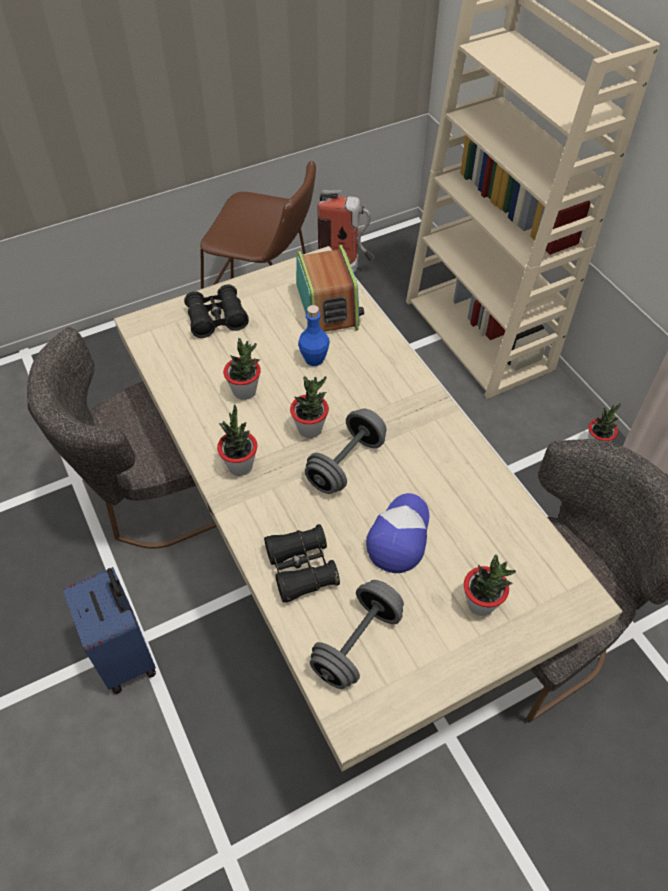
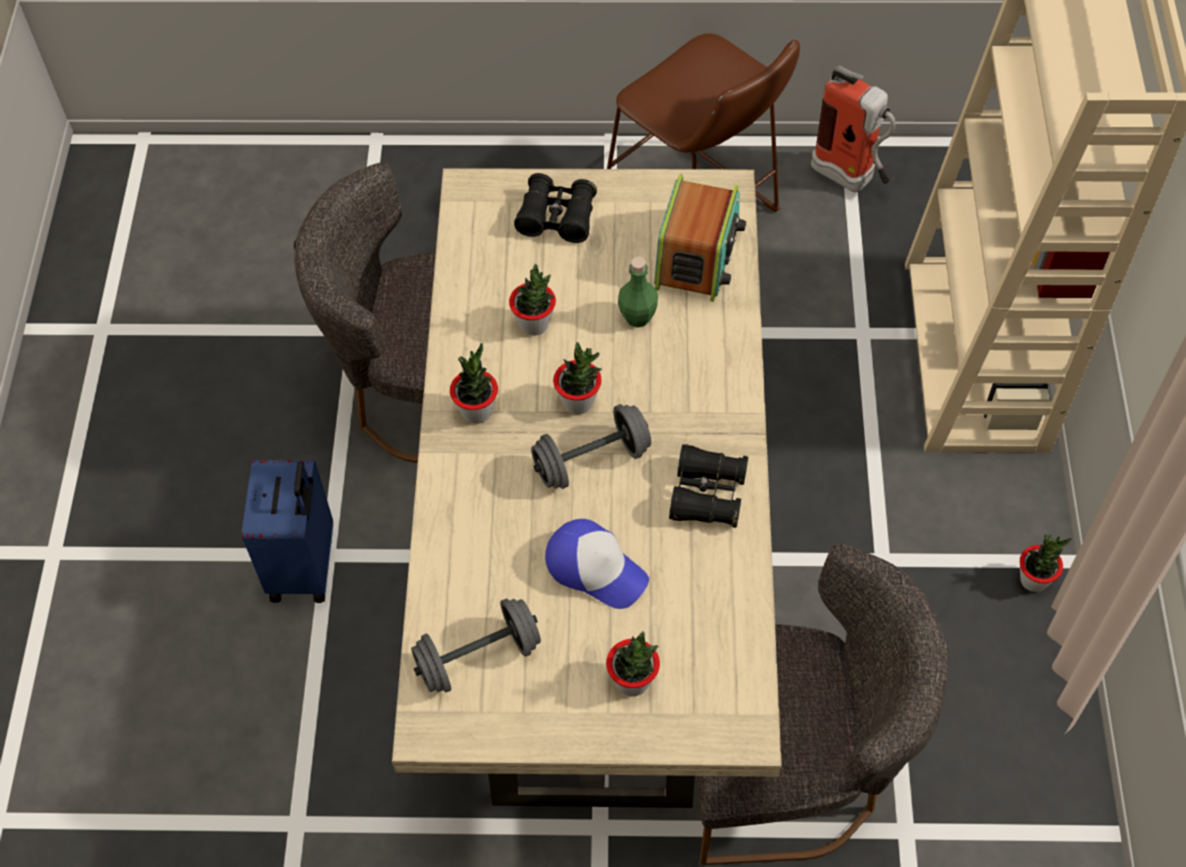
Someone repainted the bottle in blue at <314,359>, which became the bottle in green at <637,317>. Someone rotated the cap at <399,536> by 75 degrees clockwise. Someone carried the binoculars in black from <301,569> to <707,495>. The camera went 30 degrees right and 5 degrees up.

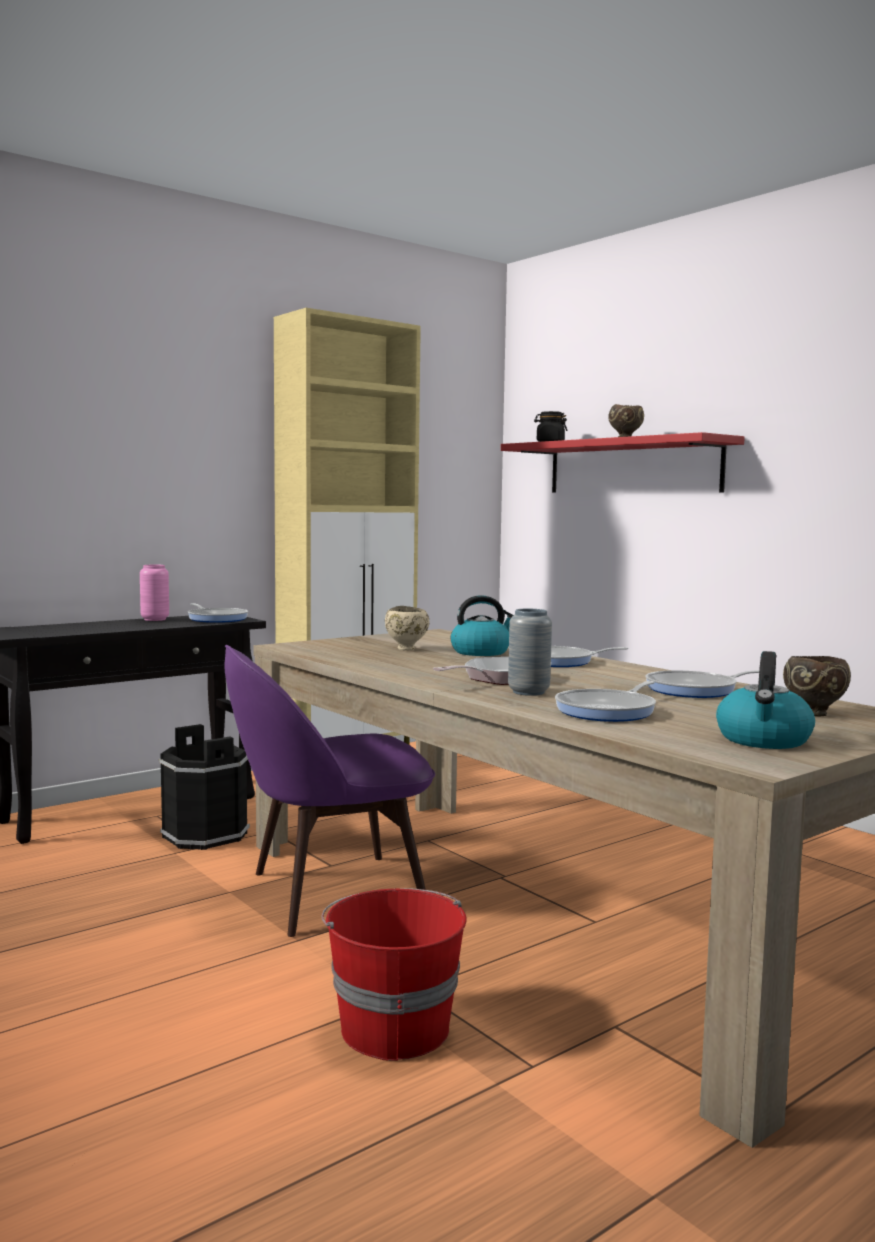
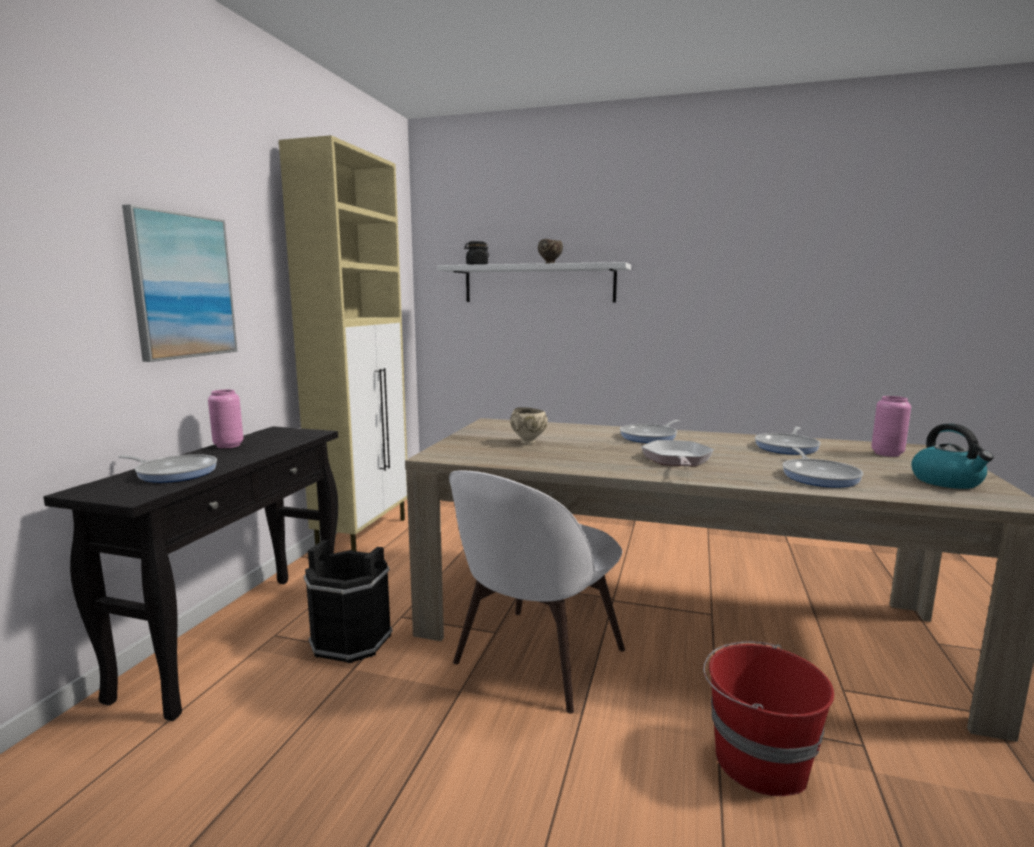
Someone repainted the shelf in red at <632,467>, which became the shelf in white at <538,284>. Someone took away the kettle at <481,652>. Someone carried the frying pan from <216,619> to <174,472>. Someone took away the vase in grey at <528,692>. Someone repainted the chair in purple at <329,894>, which became the chair in white at <536,660>. Someone swapped the bowl in brown at <814,713> for the vase in pink at <887,454>. Someone put up the picture at <182,286>. The camera went 35 degrees left and 5 degrees up.

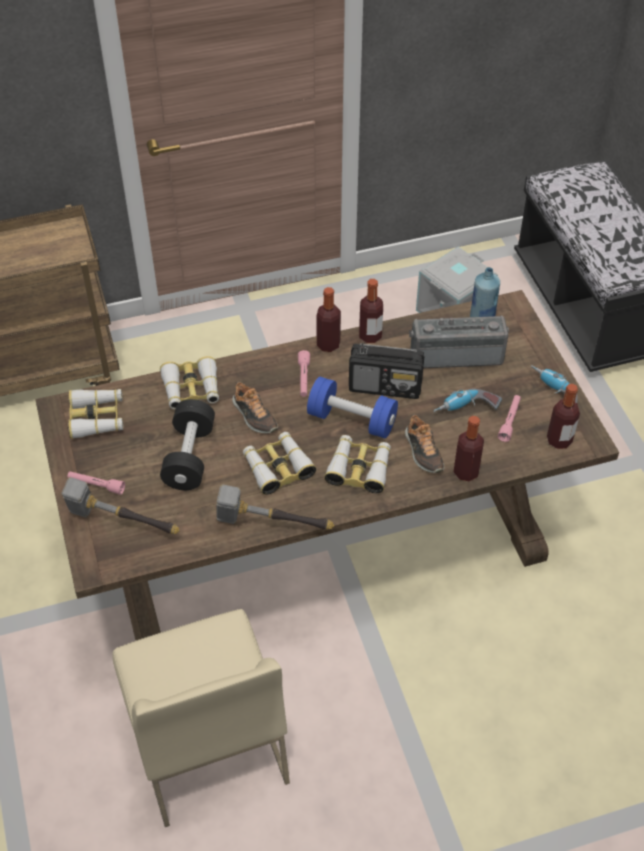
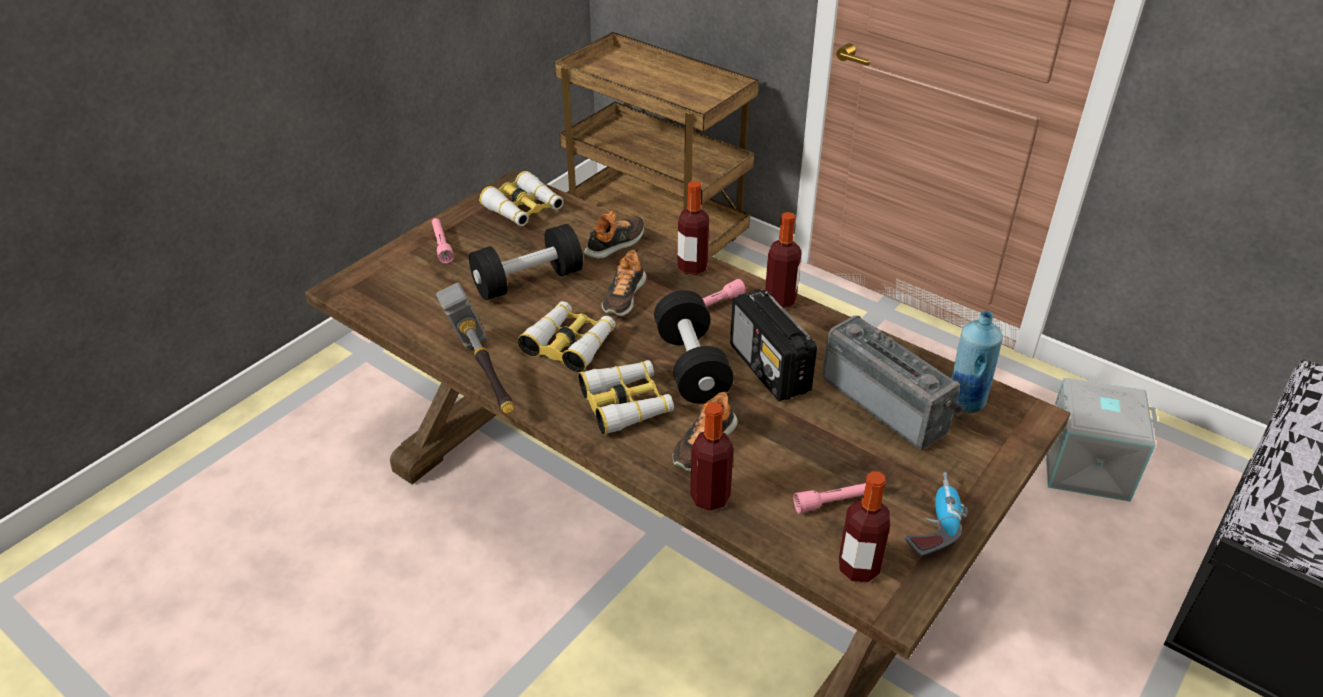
Someone carried the bottle from <370,336> to <692,267>. Someone swapped the binoculars at <191,389> for the shoe at <616,243>. Someone repainted the dumbbell in blue at <352,420>, which became the dumbbell in black at <691,366>. Someone took away the power drill at <466,409>. Someone took away the hammer at <120,524>. Someone took away the chair in beige at <206,742>. The camera went 55 degrees right and 10 degrees down.

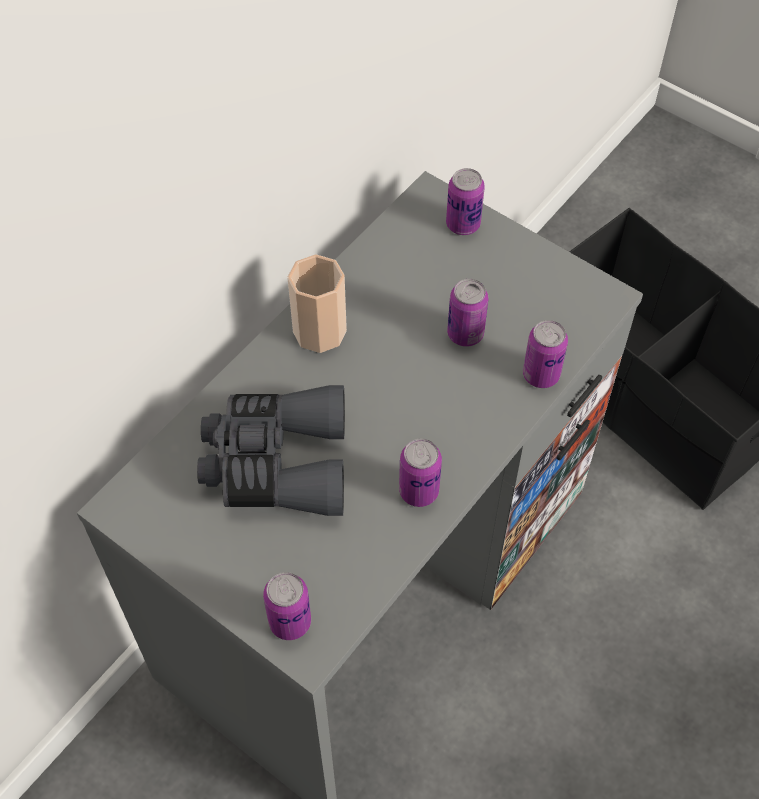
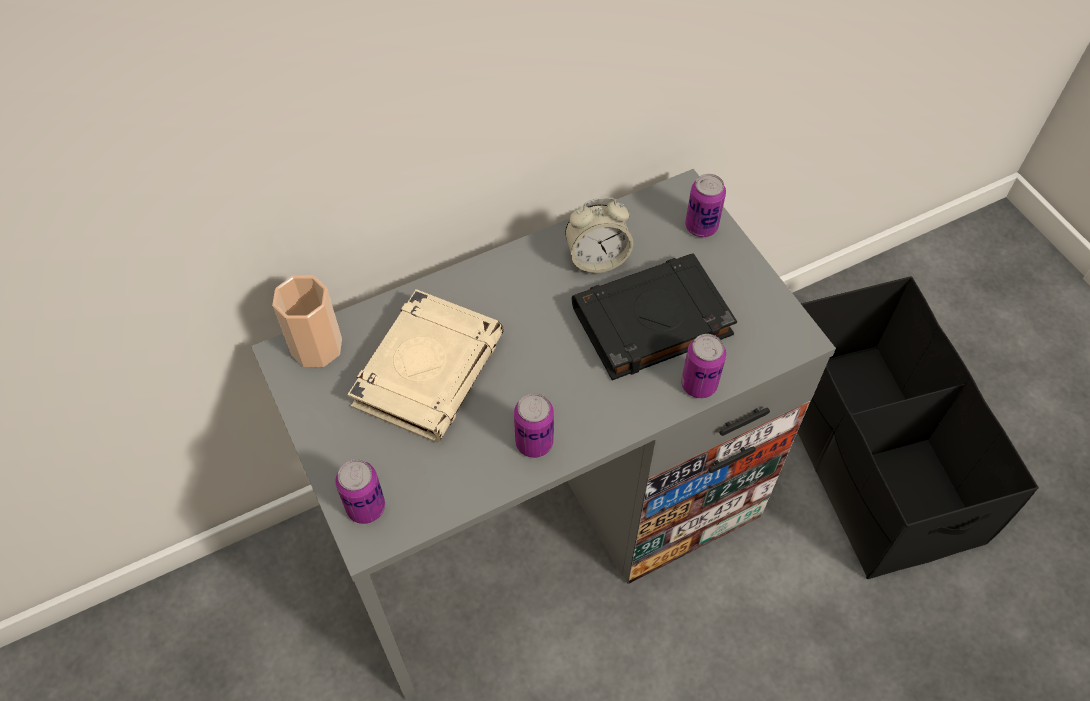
Someone carried the cup from <319,331> to <316,346>. Someone swapped the can at <465,334> for the book in black at <650,322>. Someone swapped the binoculars in grey at <276,463> for the book in beige at <428,369>. Someone put down the alarm clock at <597,259>. The camera went 25 degrees right and 0 degrees up.

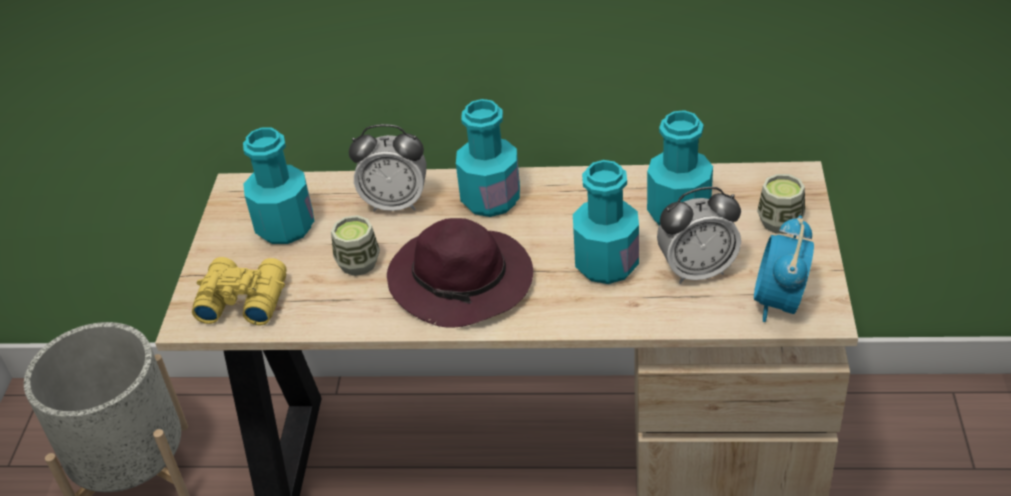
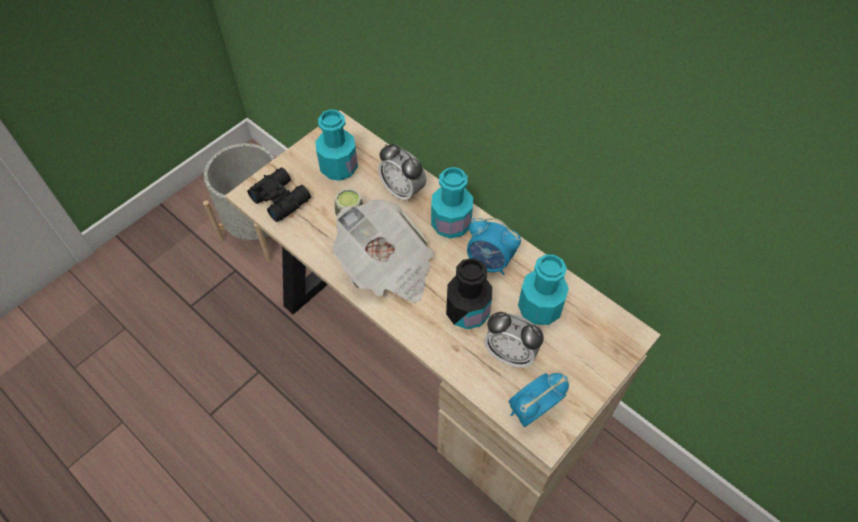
Someone repainted the bottle in turquoise at <606,264>, which became the bottle in black at <467,312>. Someone took away the cup at <780,222>. Someone swapped the hat in purple at <463,282> for the newspaper at <387,267>. Someone repainted the binoculars in yellow at <242,299>, which became the binoculars in black at <281,198>. Someone put down the alarm clock at <489,262>. The camera went 35 degrees right and 15 degrees up.

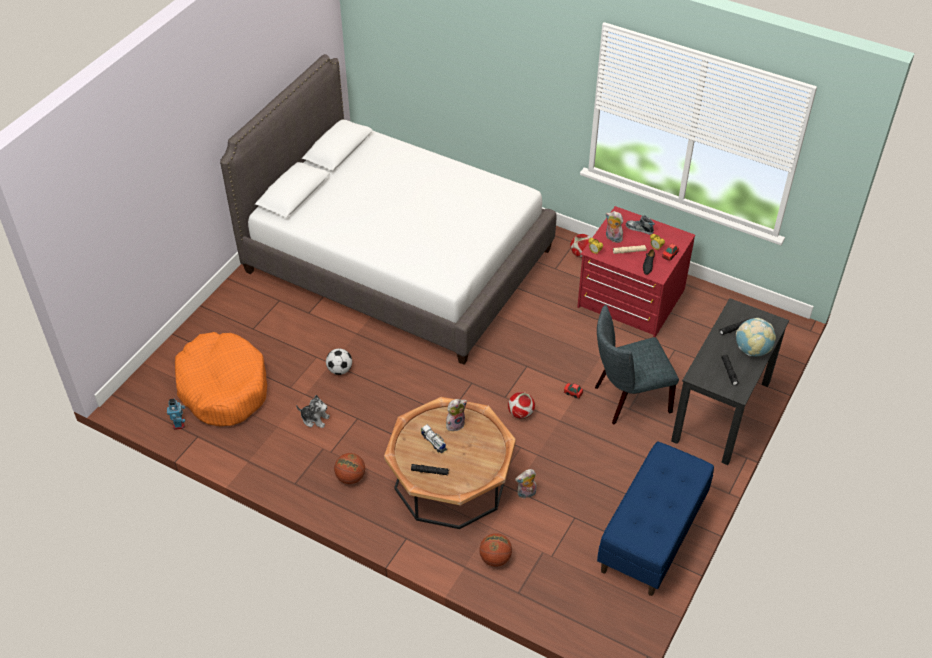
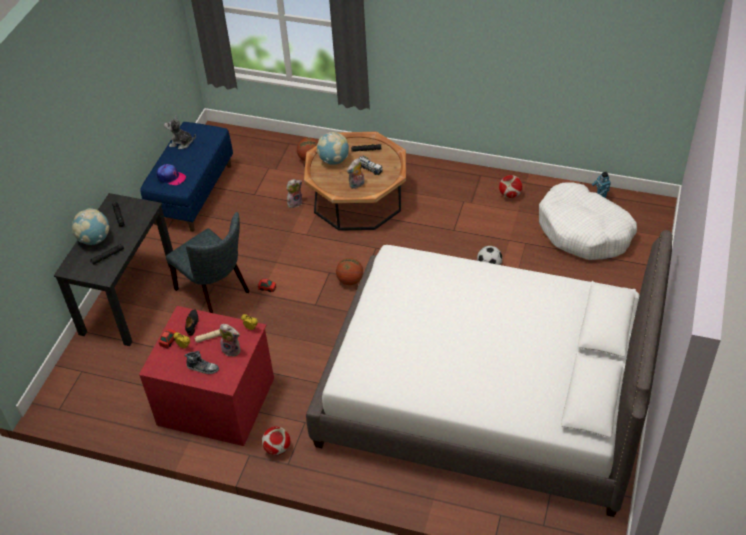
Someone rotated the chair in grey at <627,399> by 75 degrees clockwise. Someone repainted the dog bed in orange at <223,387>, which became the dog bed in white at <584,231>. Someone carried the football from <520,413> to <510,195>. Someone carried the plush toy from <315,418> to <181,143>. Someone carried the basketball from <350,477> to <350,280>. Someone put down the globe at <334,160>. Someone put down the cap at <171,177>. The camera went 170 degrees right and 0 degrees up.

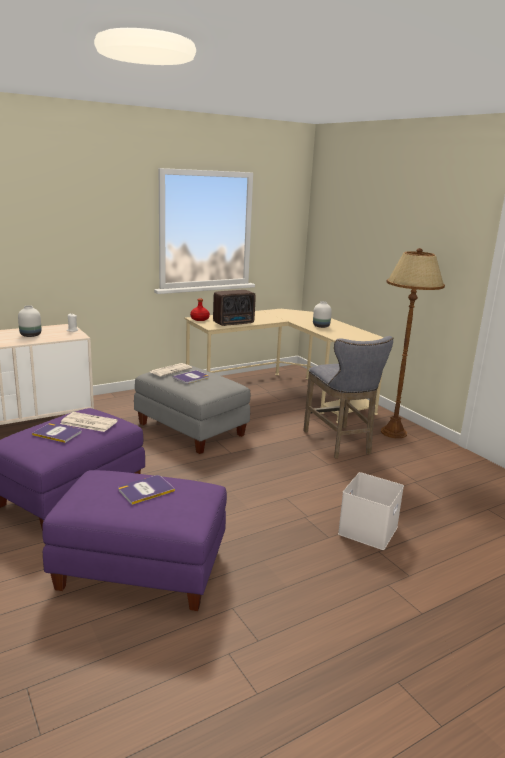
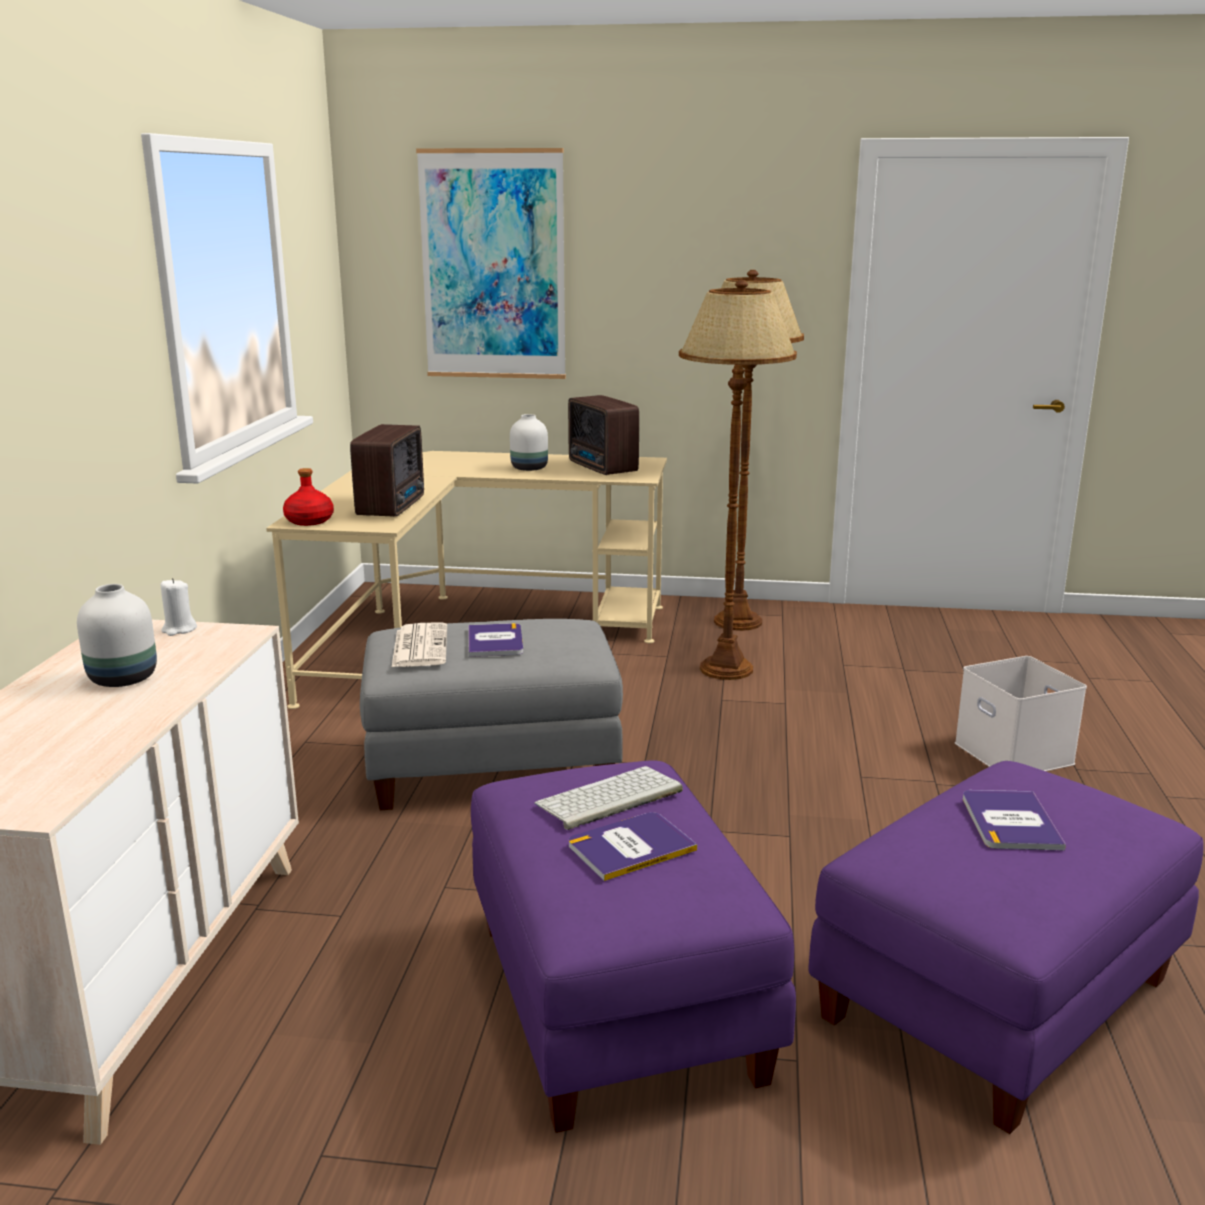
Someone swapped the stool in grey at <339,443> for the floor lamp in brown at <725,669>. Someone swapped the newspaper at <88,422> for the keyboard at <608,799>. Someone put up the picture at <493,266>. Someone put down the radio at <602,468>. The camera went 50 degrees left and 0 degrees up.

